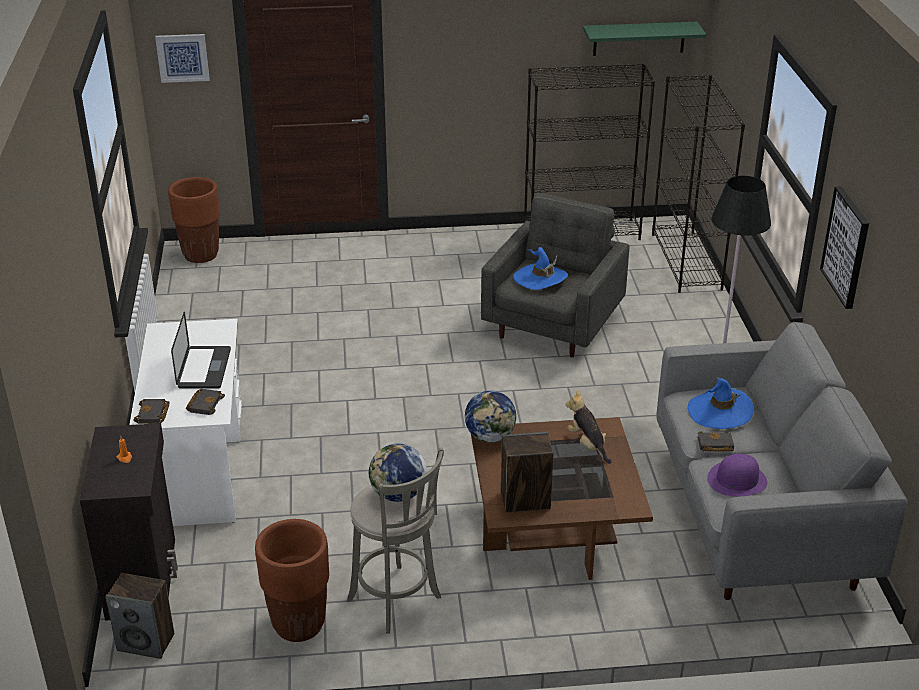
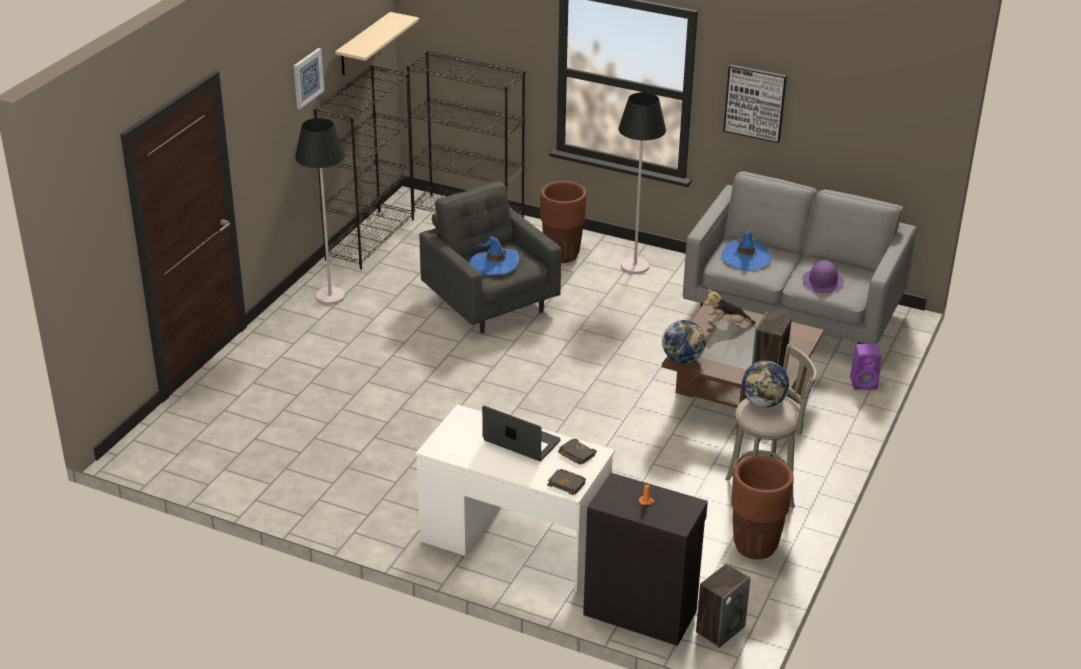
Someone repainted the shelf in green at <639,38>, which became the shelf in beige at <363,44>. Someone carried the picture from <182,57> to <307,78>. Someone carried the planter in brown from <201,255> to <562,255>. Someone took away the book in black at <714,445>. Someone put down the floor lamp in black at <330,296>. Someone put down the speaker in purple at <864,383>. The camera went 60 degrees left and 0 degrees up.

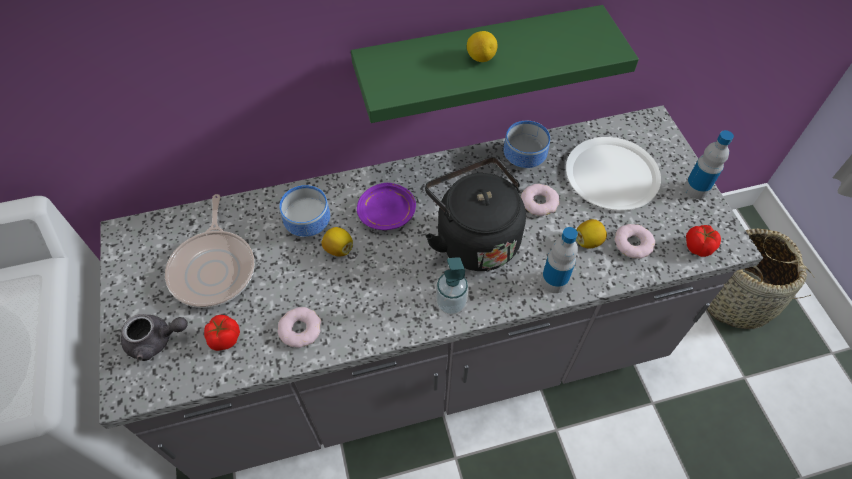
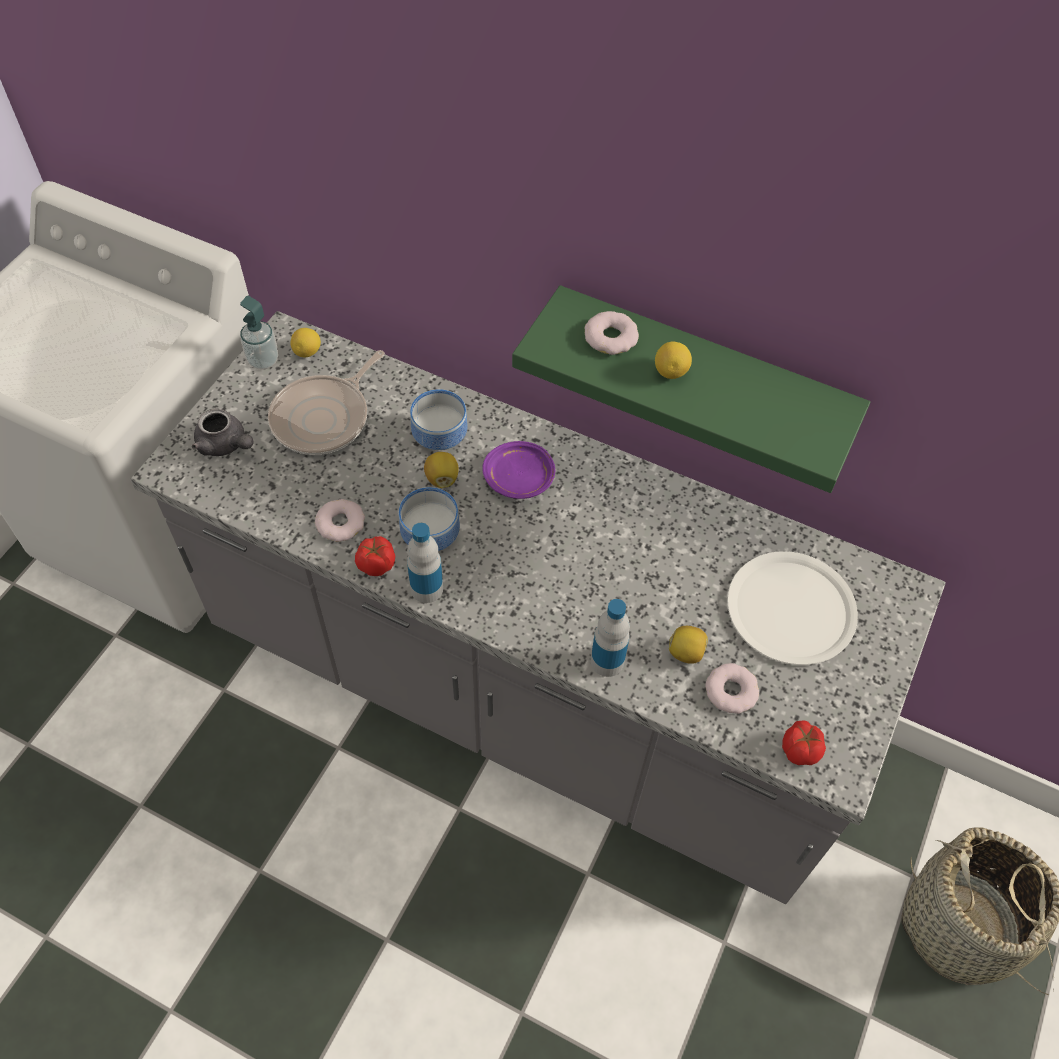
Someone carried the bowl from <525,156> to <433,534>. Someone carried the bottle from <696,189> to <427,588>. Someone took away the kettle in black at <474,238>. Someone carried the donut from <539,202> to <611,337>. Someone carried the soap dispenser from <451,303> to <263,360>. Someone carried the tomato from <224,339> to <375,564>. Someone put down the lemon at <307,352>. The camera went 40 degrees right and 0 degrees up.

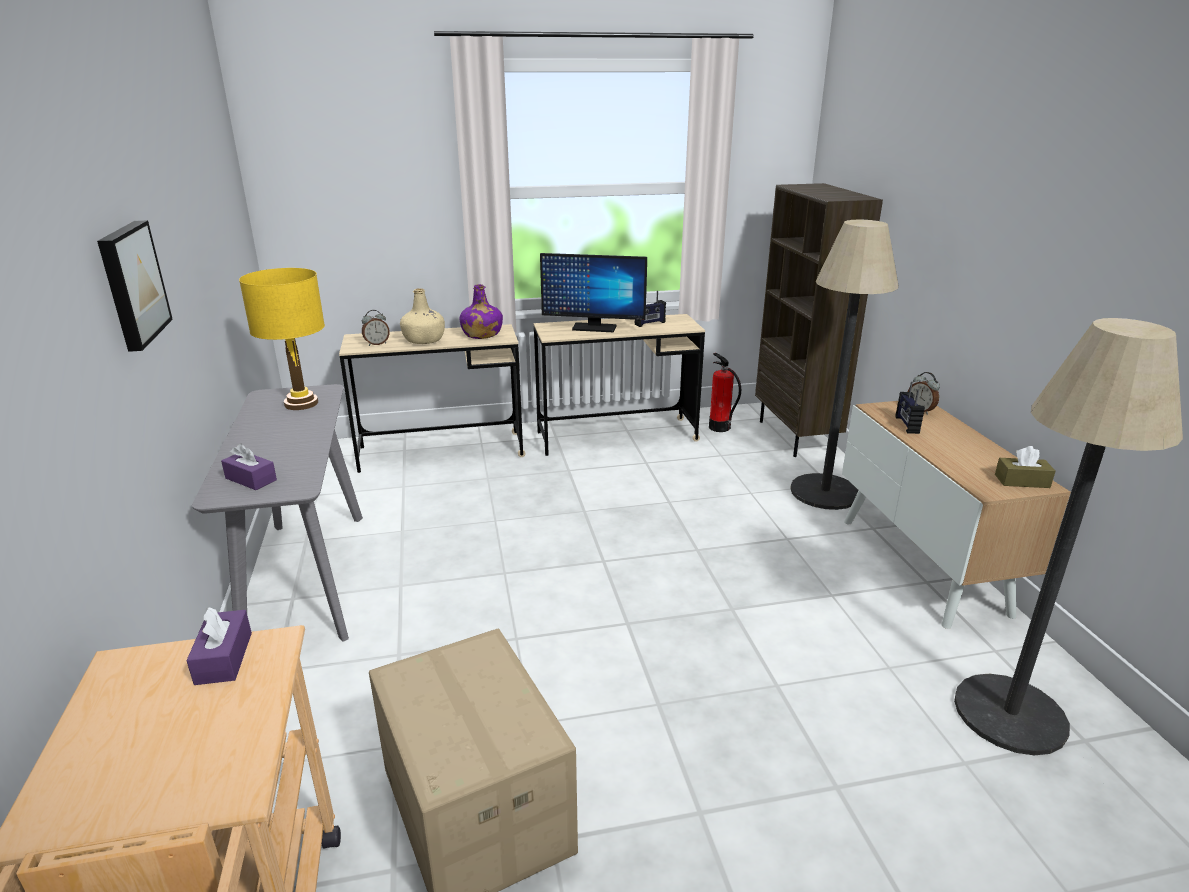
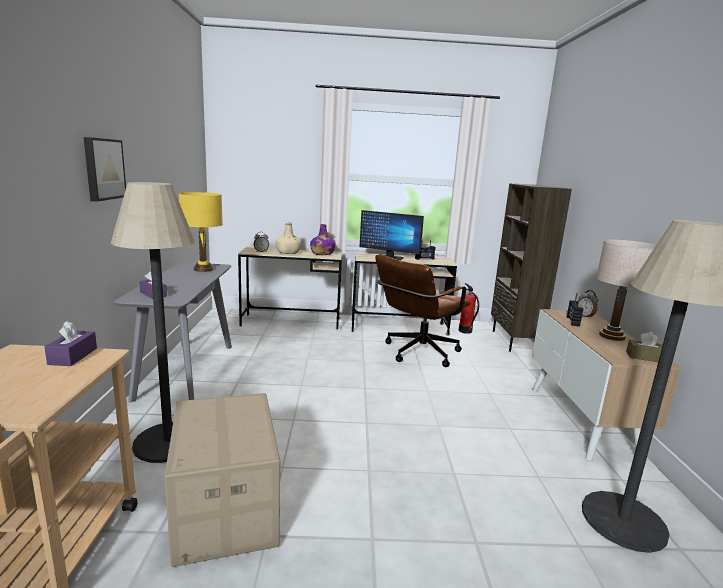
Someone carried the floor lamp from <824,492> to <168,442>. Someone put down the table lamp in beige at <611,336>. Someone put down the office chair in brown at <417,353>. The camera went 10 degrees right and 10 degrees down.

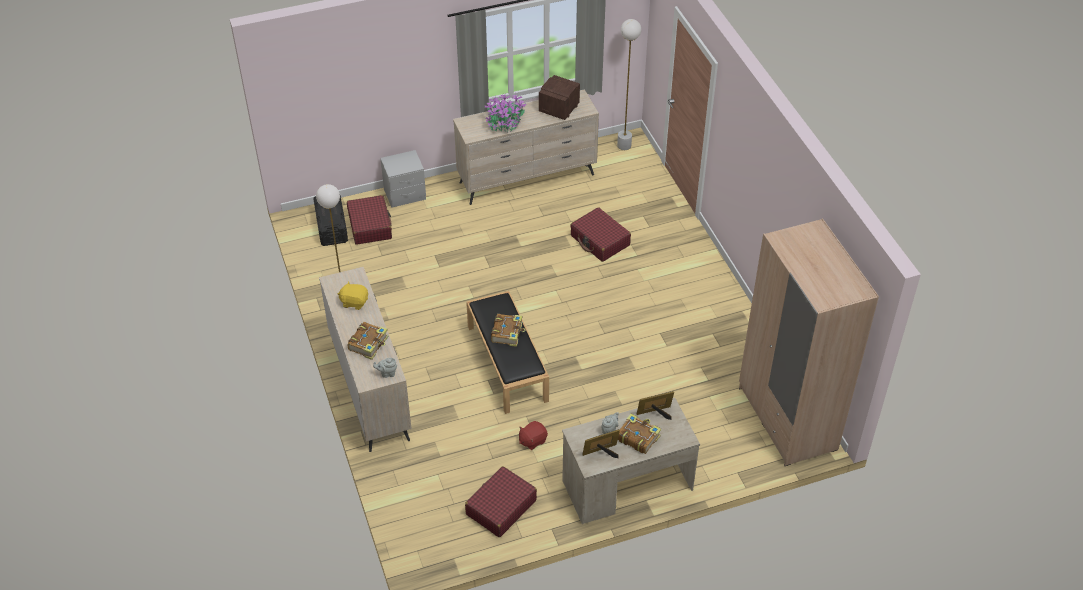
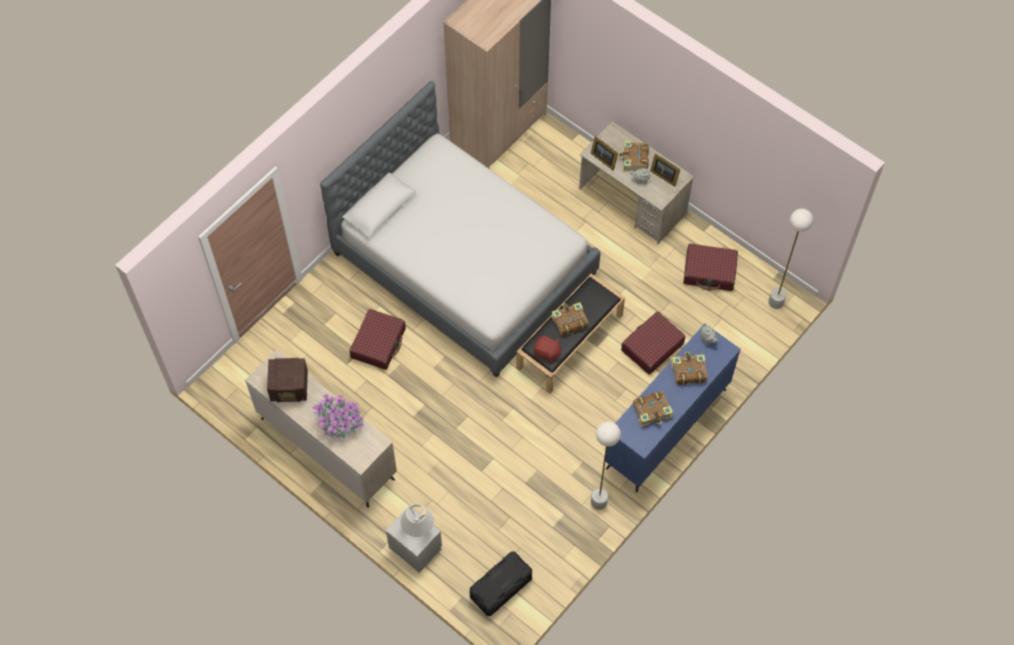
Someone carried the floor lamp in white from <624,146> to <776,302>. Someone carried the suitcase in red from <370,226> to <652,347>. Someone repainted the dresser in beige at <370,388>, which became the dresser in blue at <665,428>. Someone swapped the plush toy in yellow at <354,302> for the book at <652,411>. Someone carried the plush toy in red from <532,440> to <547,353>. Someone put down the bed at <464,263>. Someone put down the table lamp in white at <418,528>. The camera went 120 degrees left and 15 degrees up.

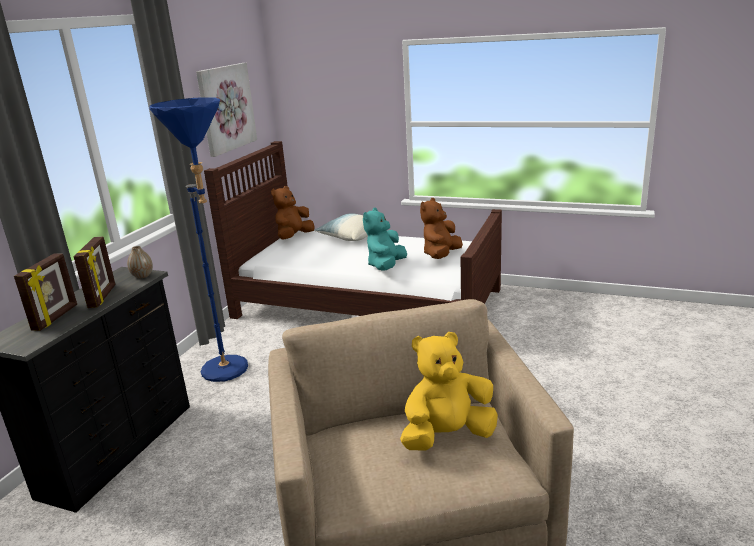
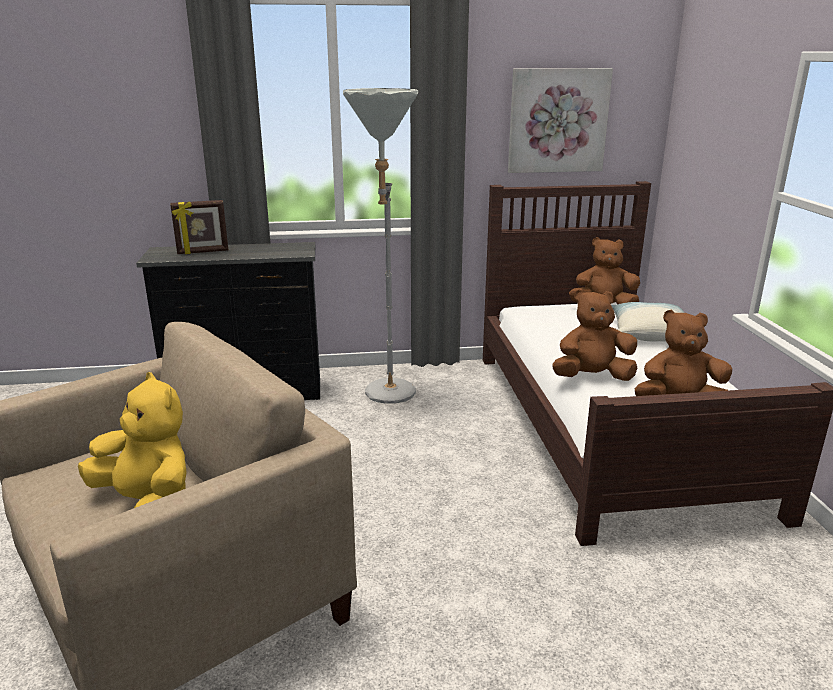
Someone repainted the floor lamp in blue at <231,373>, which became the floor lamp in grey at <387,397>. Someone repainted the plush toy in turquoise at <386,266>, which became the plush toy in brown at <592,377>. Someone took away the picture frame at <103,296>. Someone took away the vase at <142,276>. The camera went 60 degrees right and 0 degrees up.

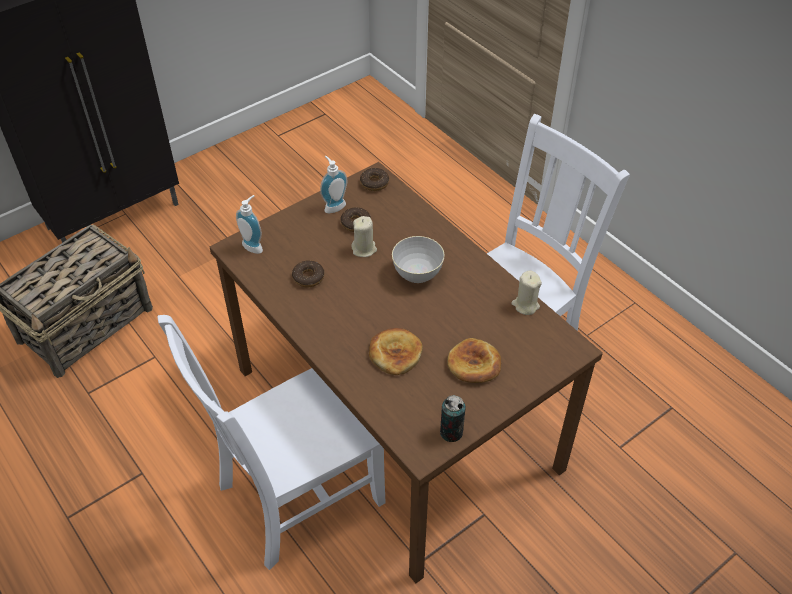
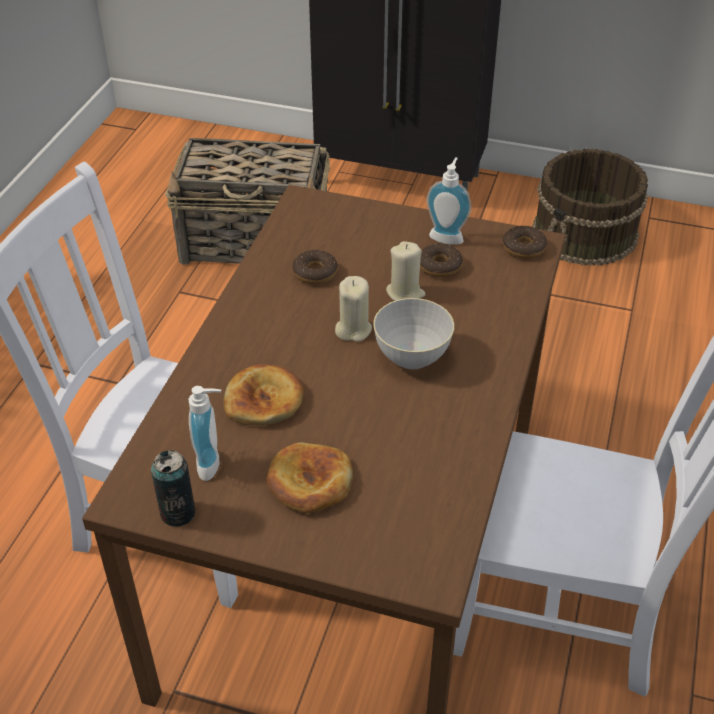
Someone carried the soap dispenser from <254,245> to <213,464>. Someone carried the candle in beige from <525,305> to <353,329>. Someone put down the bucket in brown at <585,233>. The camera went 55 degrees right and 5 degrees down.

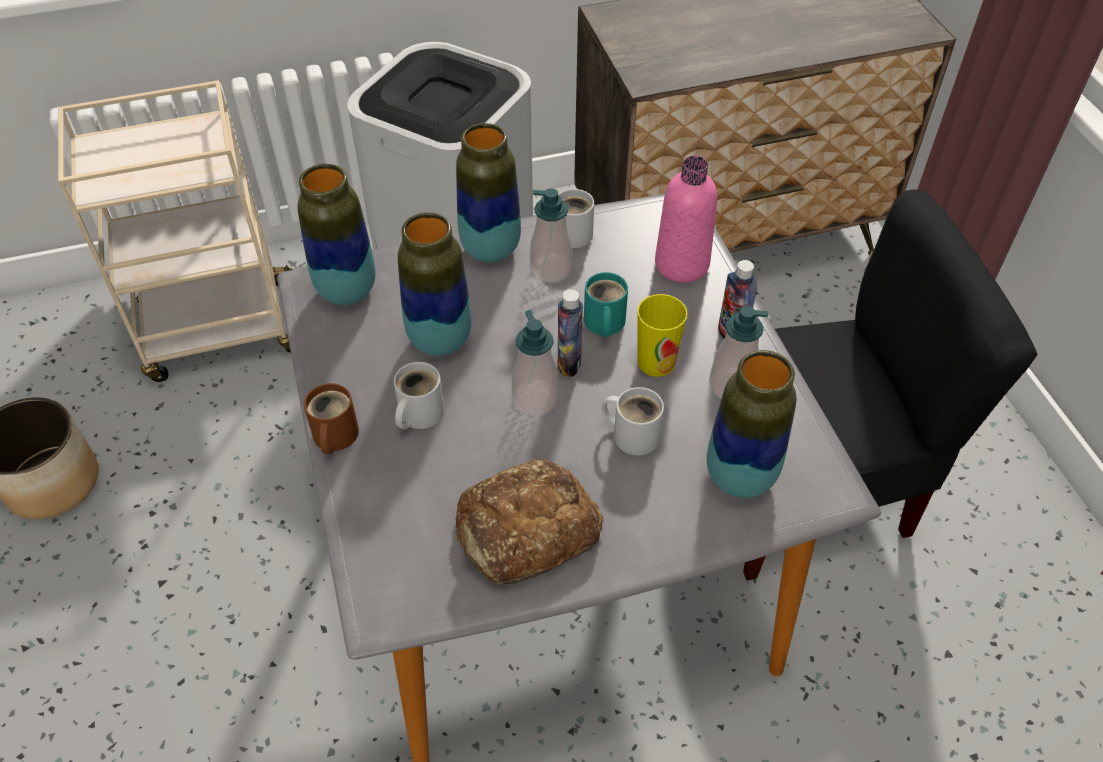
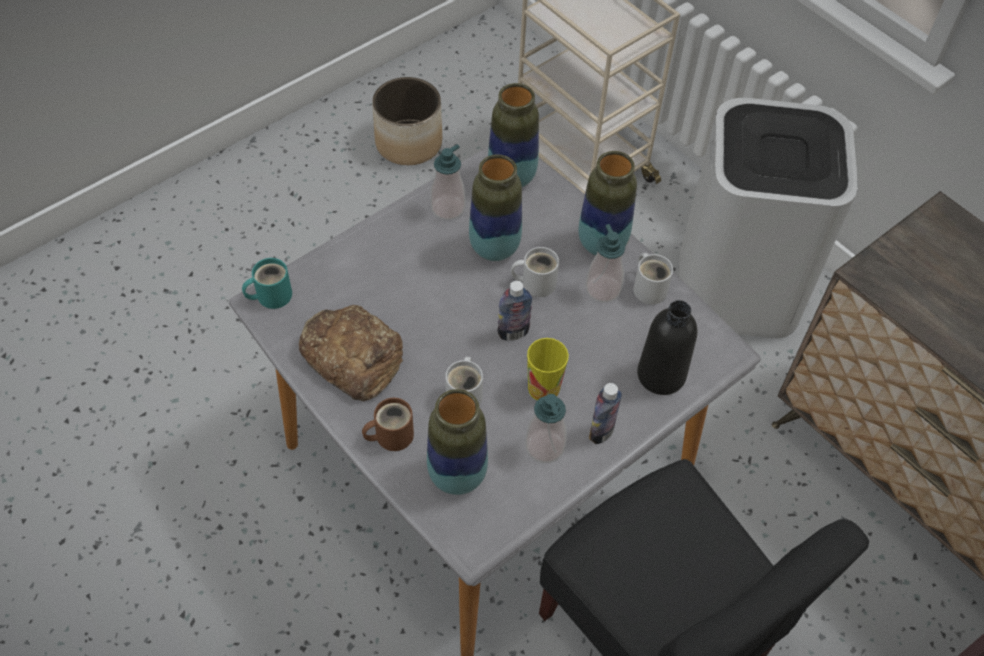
Someone repainted the bottle in pink at <681,264>, which became the bottle in black at <661,375>. Someone carried the mug in turquoise from <603,323> to <270,295>. Someone carried the soap dispenser from <535,399> to <448,208>. Someone carried the mug in white from <417,414> to <535,282>. Someone carried the mug in brown from <333,437> to <390,435>. The camera went 65 degrees right and 5 degrees up.

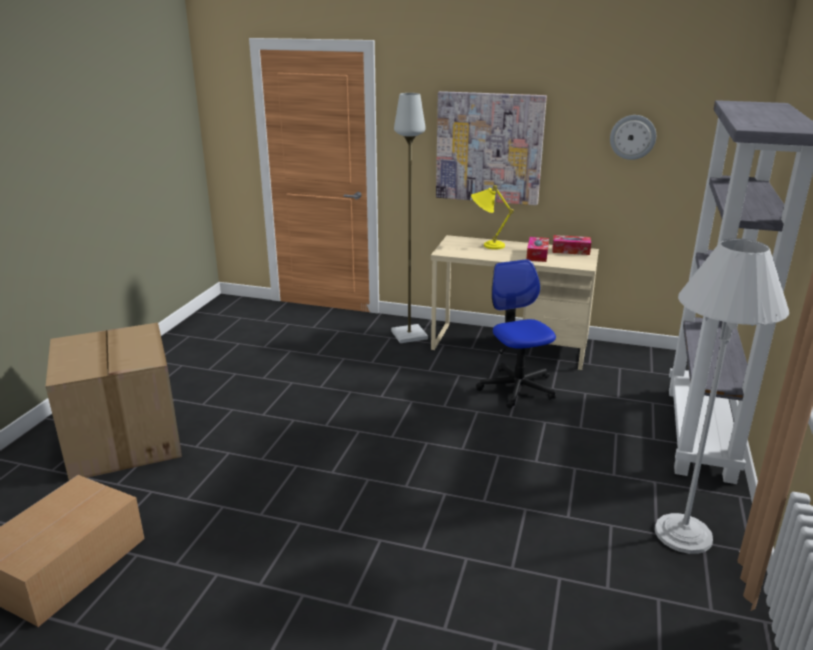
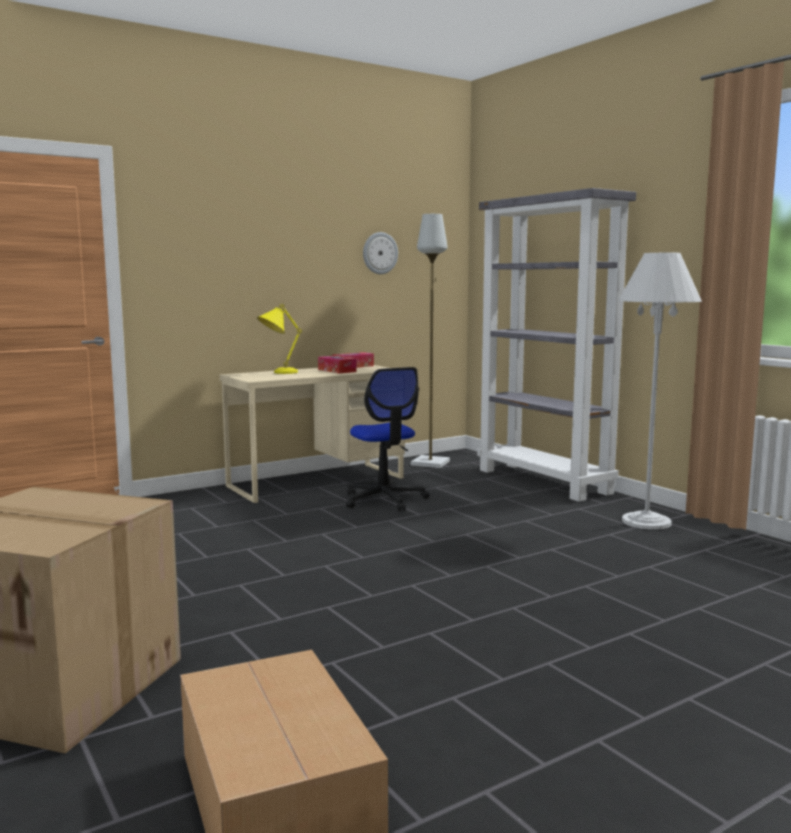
Someone took away the picture at <489,148>. Someone carried the floor lamp in grey from <410,335> to <431,463>. Someone rotated the office chair at <517,388> by 135 degrees counterclockwise. The camera went 50 degrees left and 15 degrees down.

